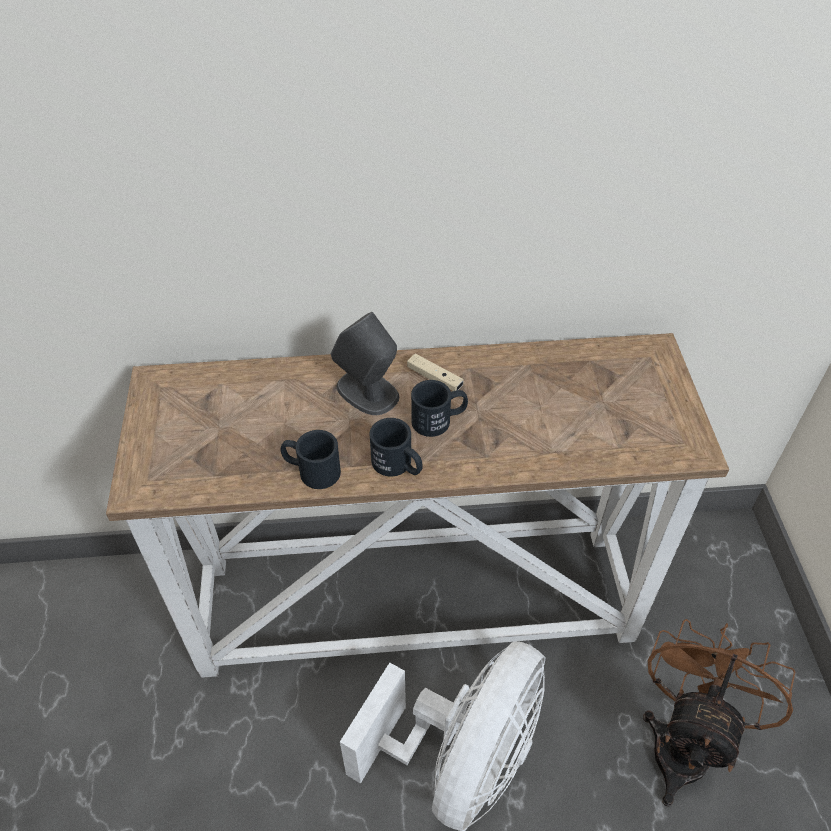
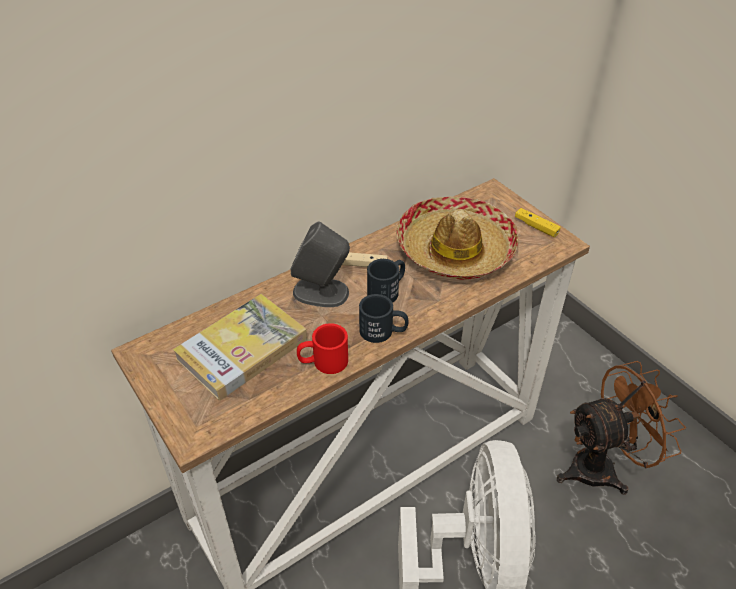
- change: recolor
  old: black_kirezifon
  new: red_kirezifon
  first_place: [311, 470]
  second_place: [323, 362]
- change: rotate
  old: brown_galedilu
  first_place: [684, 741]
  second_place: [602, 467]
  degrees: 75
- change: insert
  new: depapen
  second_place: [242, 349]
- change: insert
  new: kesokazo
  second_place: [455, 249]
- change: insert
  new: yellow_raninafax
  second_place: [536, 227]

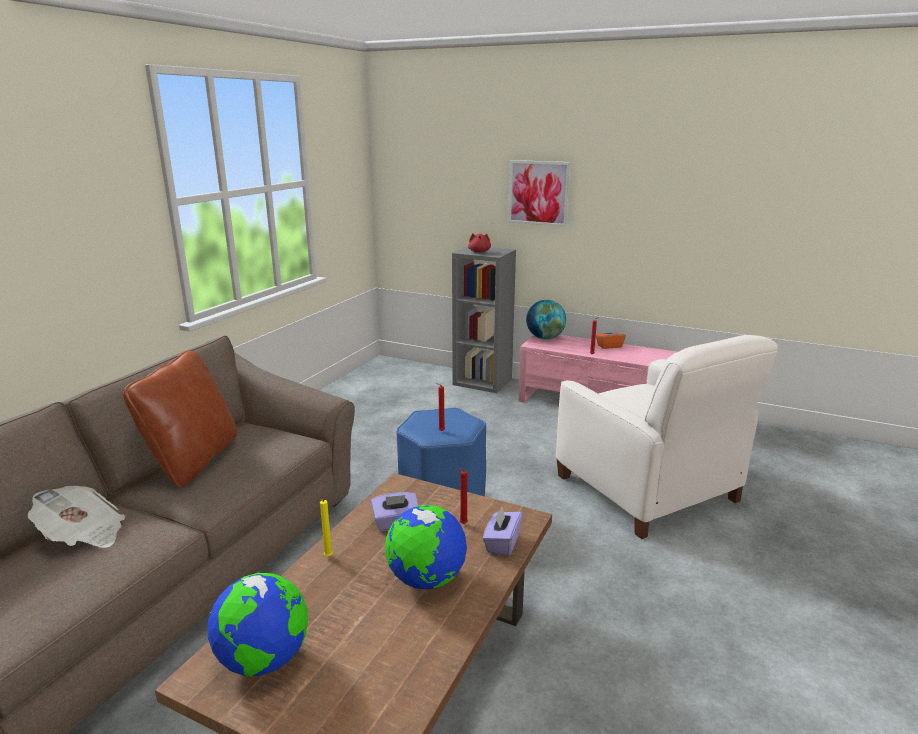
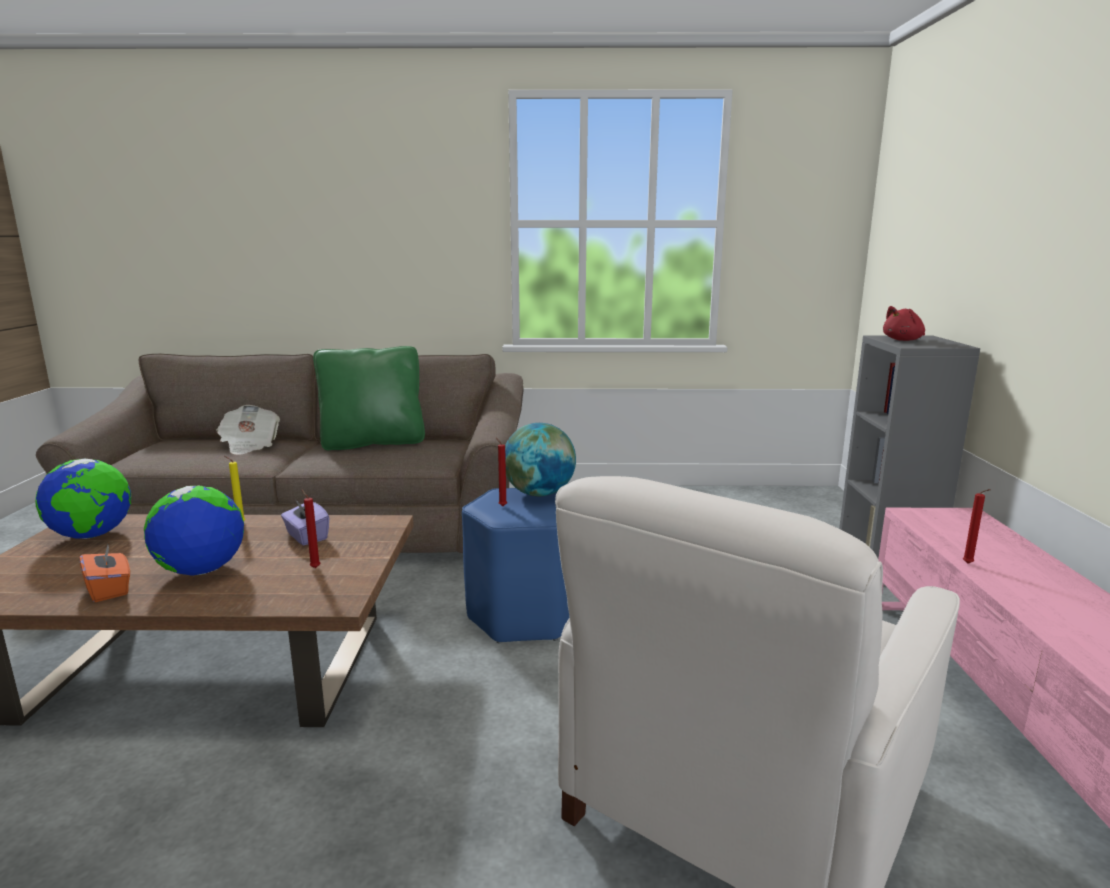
- change: recolor
  old: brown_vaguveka
  new: green_vaguveka
  first_place: [193, 461]
  second_place: [373, 443]
- change: delete
  old: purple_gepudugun
  first_place: [502, 543]
- change: delete
  old: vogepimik
  first_place: [538, 193]
- change: move
  old: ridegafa
  first_place: [545, 338]
  second_place: [539, 494]
- change: move
  old: orange_gepudugun
  first_place: [609, 346]
  second_place: [109, 589]

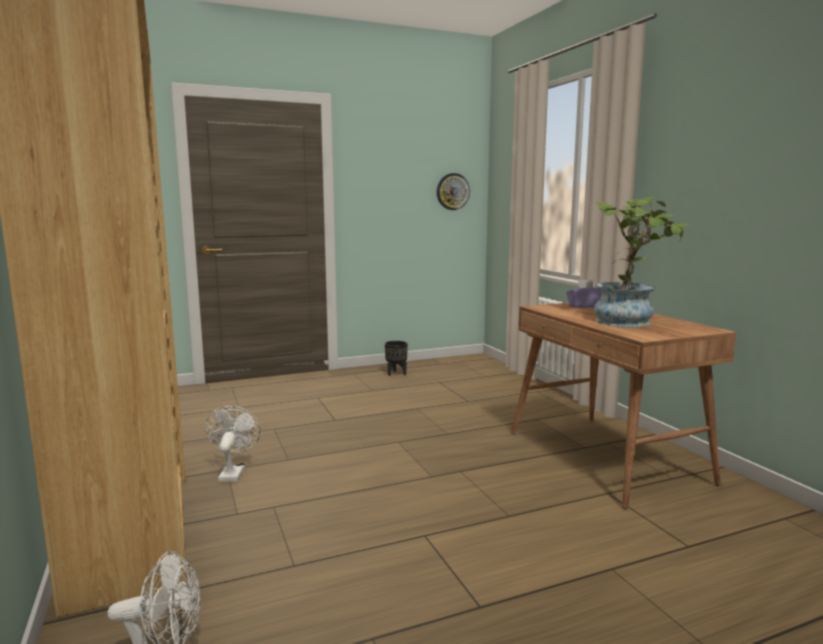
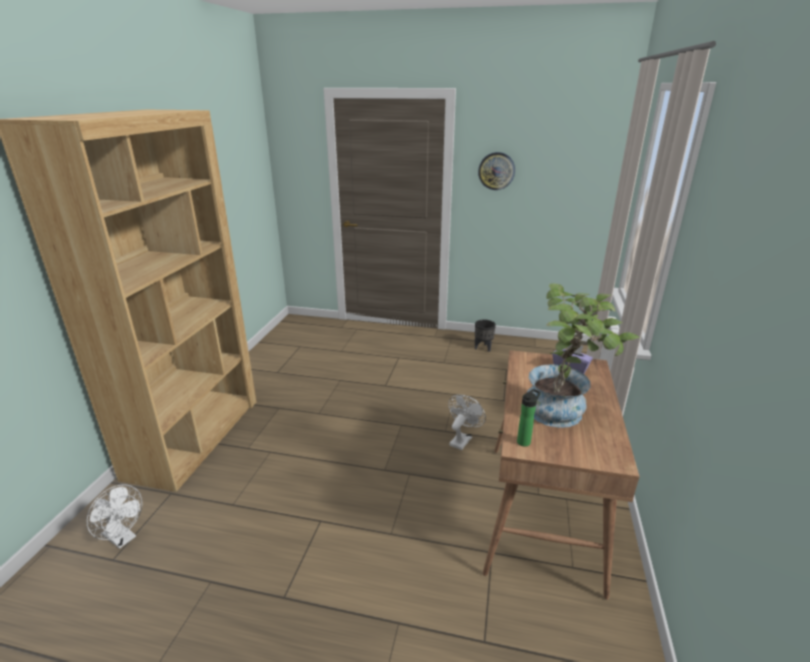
- change: move
  old: white_galedilu
  first_place: [233, 472]
  second_place: [462, 439]
- change: move
  old: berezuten
  first_place: [452, 191]
  second_place: [496, 171]
- change: insert
  new: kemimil
  second_place: [525, 441]

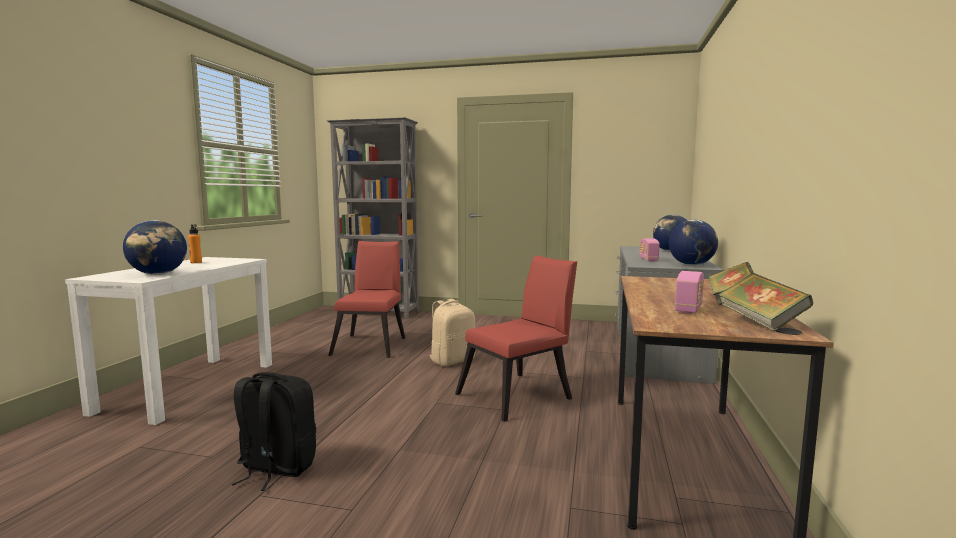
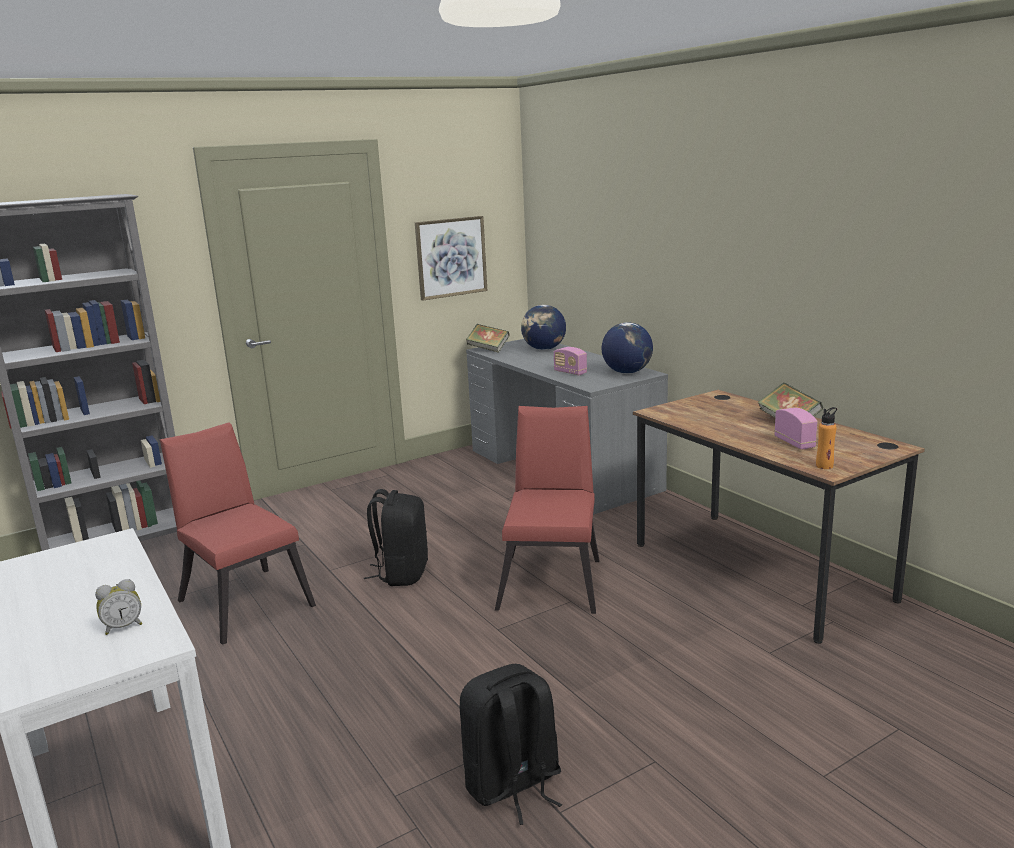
- change: replace
  old: ridegafa
  new: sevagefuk
  first_place: [158, 274]
  second_place: [123, 627]
- change: move
  old: orange_kemimil
  first_place: [196, 262]
  second_place: [824, 466]
- change: recolor
  old: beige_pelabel
  new: black_pelabel
  first_place: [452, 361]
  second_place: [402, 573]
- change: move
  old: depapen
  first_place: [761, 322]
  second_place: [488, 349]
- change: insert
  new: vogepimik
  second_place: [451, 257]

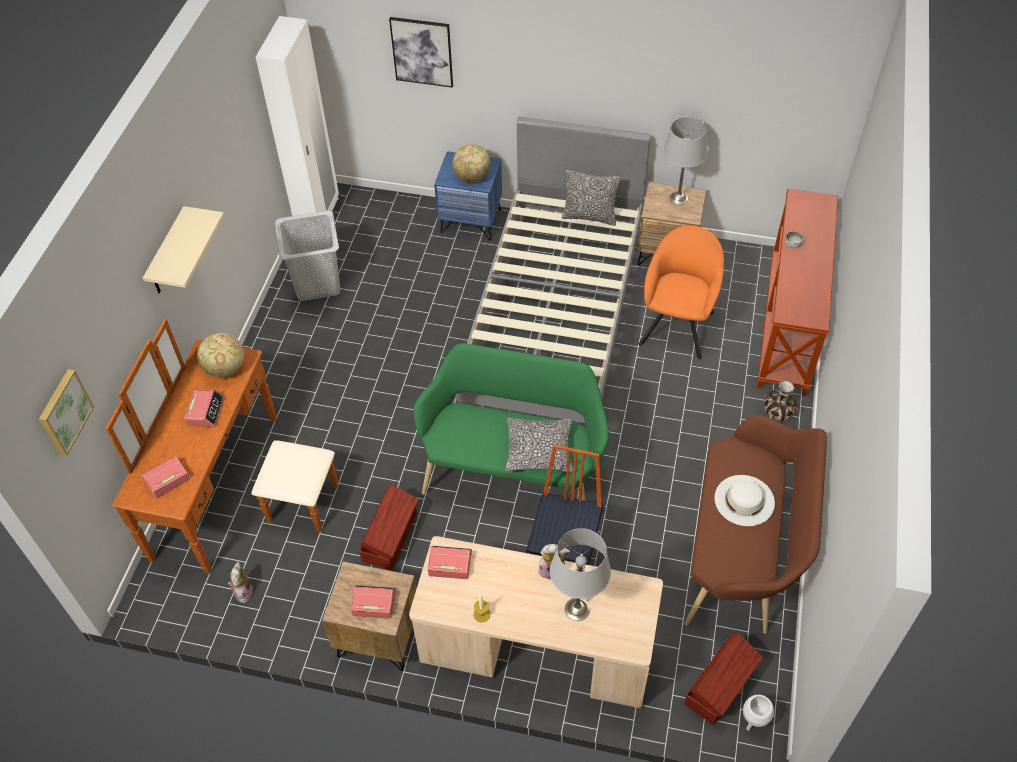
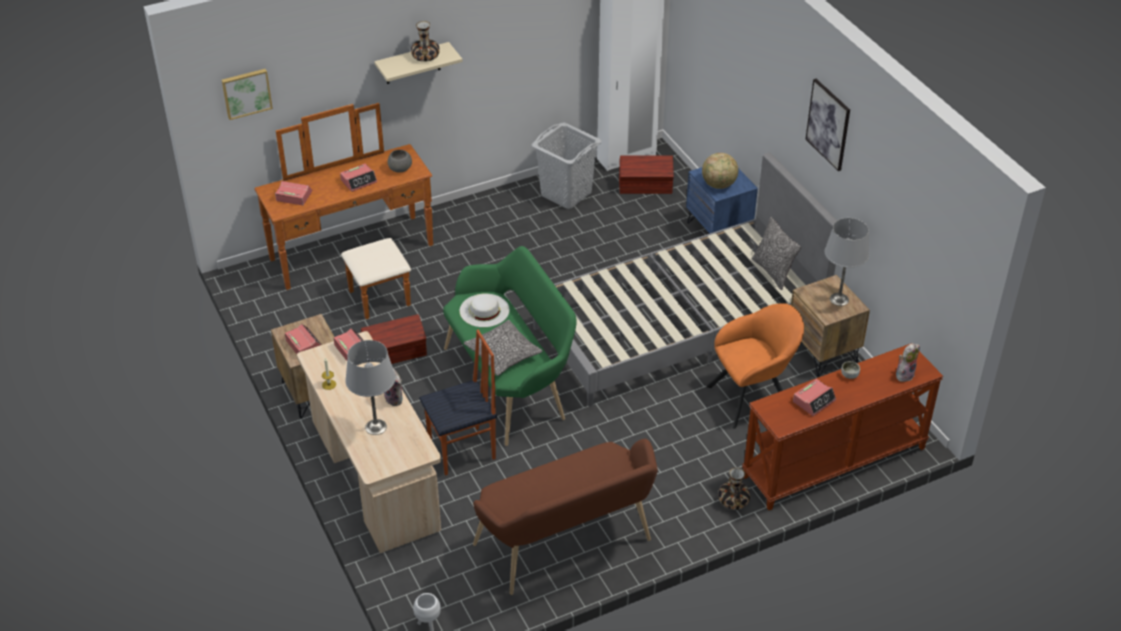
- change: replace
  old: ridegafa
  new: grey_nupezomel
  first_place: [225, 369]
  second_place: [400, 169]
- change: move
  old: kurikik
  first_place: [242, 591]
  second_place: [904, 374]
- change: move
  old: vogepimik
  first_place: [422, 51]
  second_place: [828, 124]
- change: move
  old: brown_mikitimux
  first_place: [720, 686]
  second_place: [646, 187]
- change: move
  old: white_kesokazo
  first_place: [744, 500]
  second_place: [484, 310]
- change: insert
  new: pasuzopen
  second_place: [425, 57]
- change: insert
  new: sevagefuk
  second_place: [814, 401]

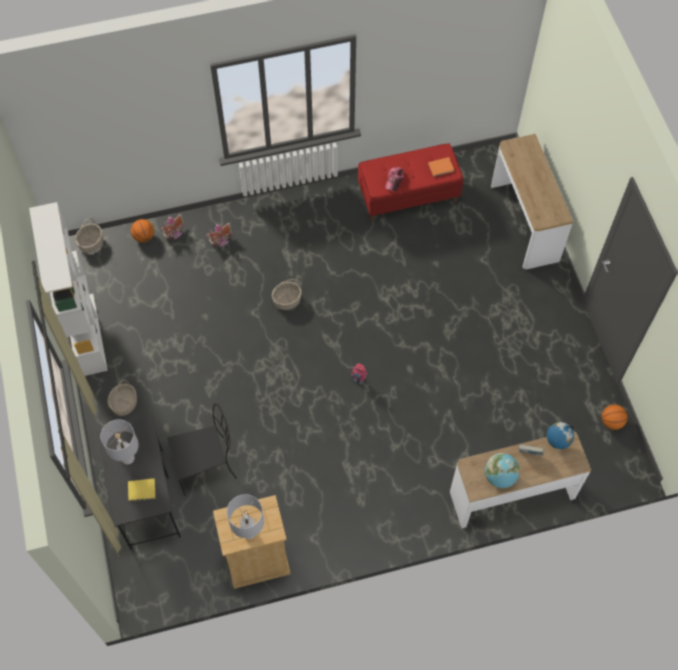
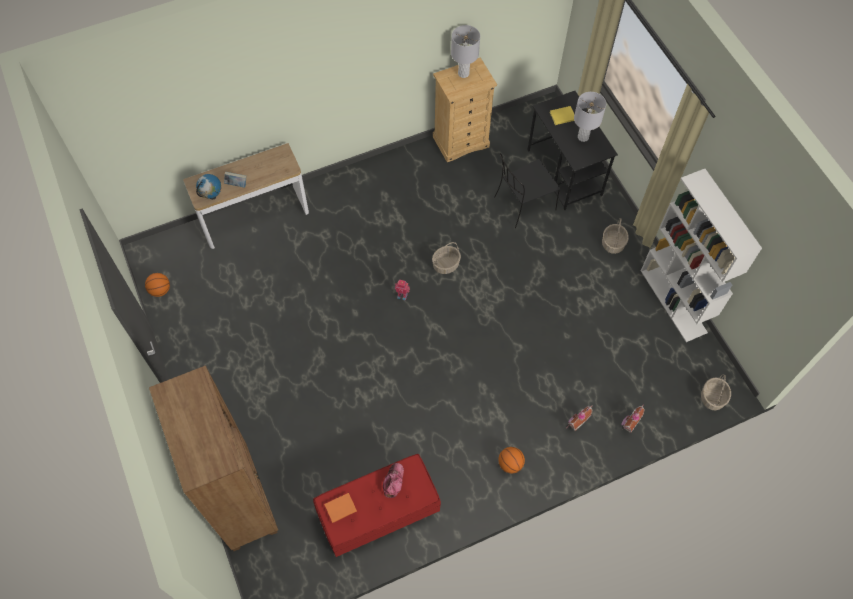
- change: move
  old: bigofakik
  first_place: [144, 237]
  second_place: [510, 464]
- change: move
  old: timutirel
  first_place: [287, 300]
  second_place: [446, 265]
- change: delete
  old: ridegafa
  first_place: [500, 477]
- change: replace
  old: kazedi
  new: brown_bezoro
  first_place: [524, 222]
  second_place: [241, 498]

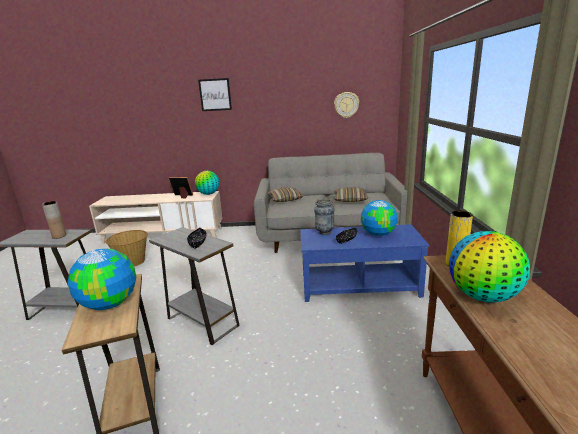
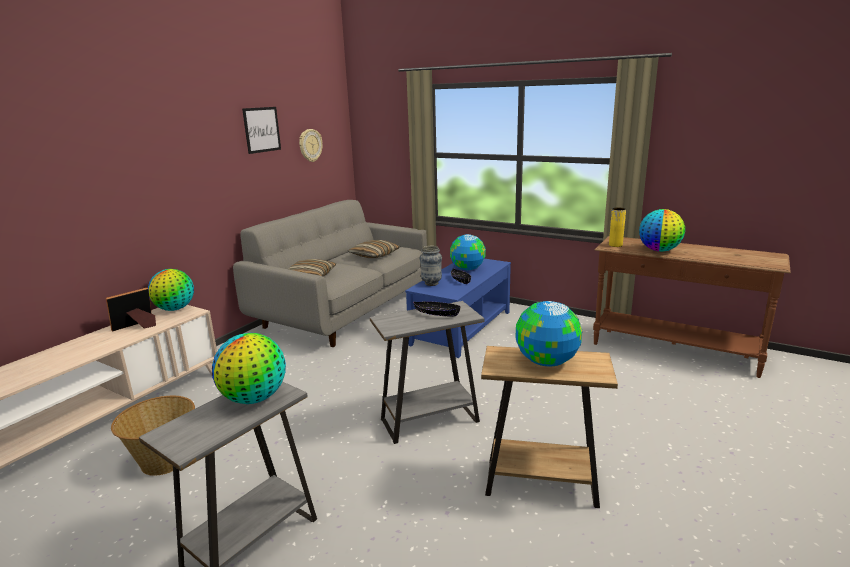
- change: replace
  old: brown_pasuzopen
  new: ridegafa
  first_place: [59, 236]
  second_place: [254, 398]
- change: move
  old: vogepimik
  first_place: [215, 94]
  second_place: [262, 129]

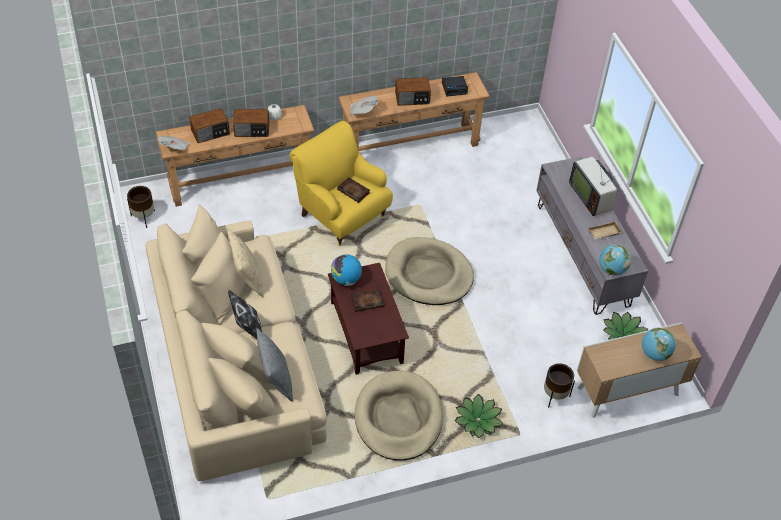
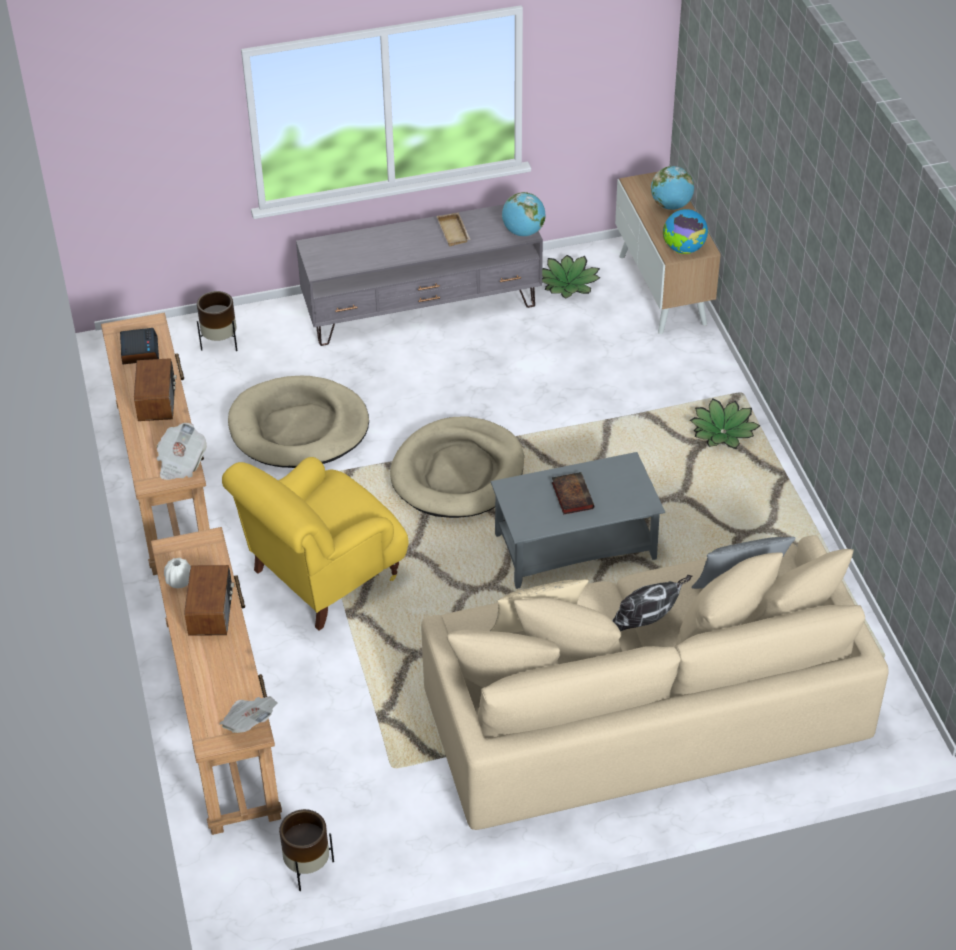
- change: delete
  old: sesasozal
  first_place: [210, 133]
- change: recolor
  old: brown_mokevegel
  new: grey_mokevegel
  first_place: [365, 332]
  second_place: [574, 547]
- change: move
  old: ridegafa
  first_place: [346, 279]
  second_place: [684, 249]
- change: delete
  old: depapen
  first_place: [354, 191]
- change: move
  old: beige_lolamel
  first_place: [398, 418]
  second_place: [299, 427]
- change: move
  old: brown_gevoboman
  first_place: [554, 396]
  second_place: [220, 343]
- change: delete
  old: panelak
  first_place: [591, 197]

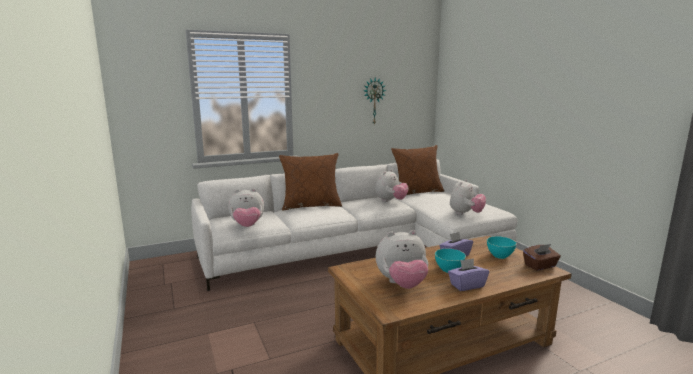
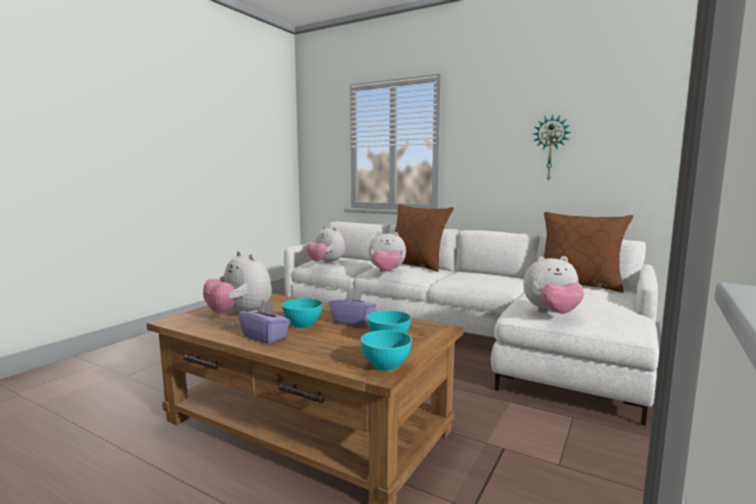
- change: move
  old: kurikik
  first_place: [390, 201]
  second_place: [387, 272]
- change: replace
  old: brown_gepudugun
  new: turquoise_nupezomel
  first_place: [540, 266]
  second_place: [386, 365]

